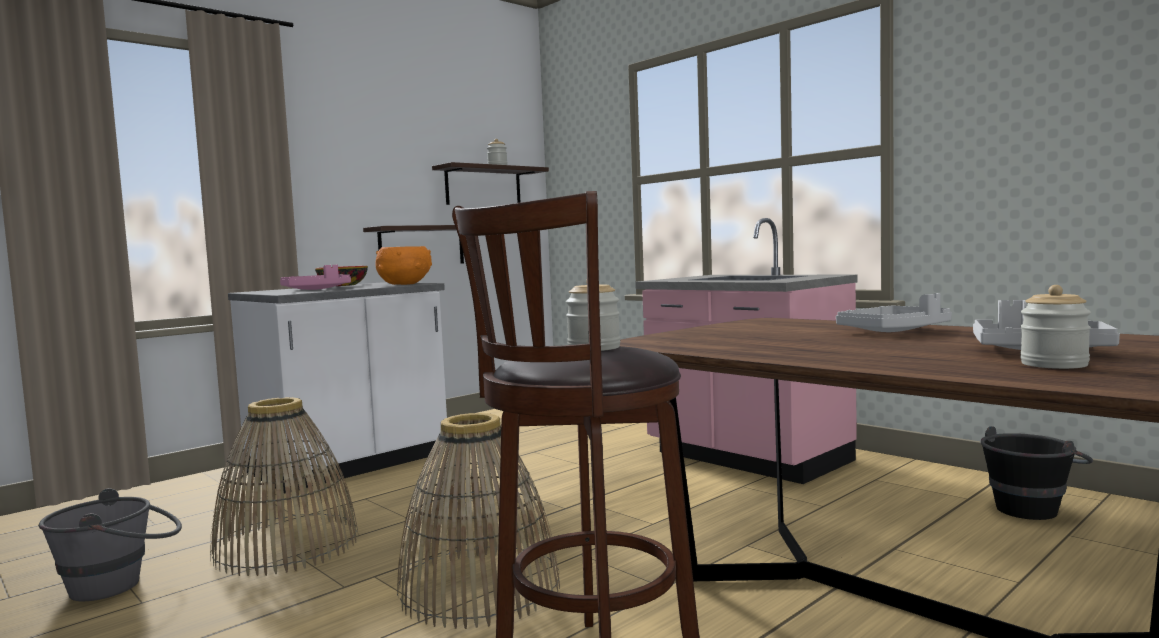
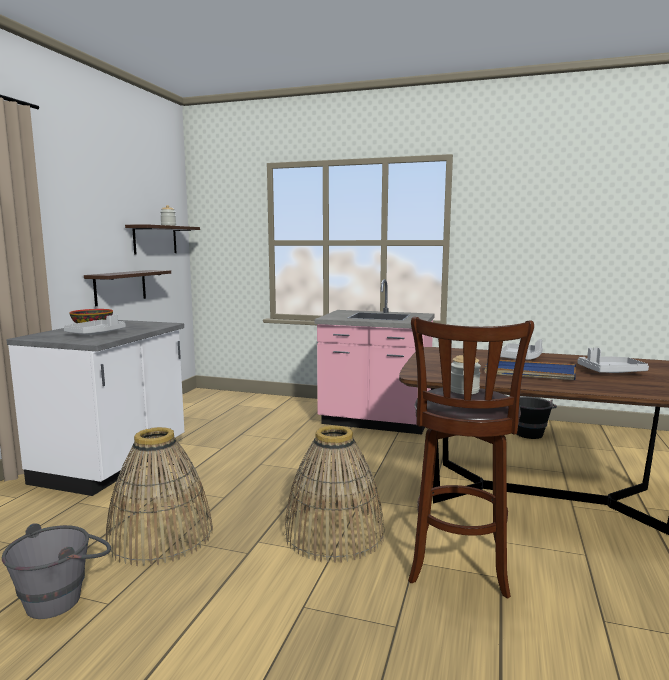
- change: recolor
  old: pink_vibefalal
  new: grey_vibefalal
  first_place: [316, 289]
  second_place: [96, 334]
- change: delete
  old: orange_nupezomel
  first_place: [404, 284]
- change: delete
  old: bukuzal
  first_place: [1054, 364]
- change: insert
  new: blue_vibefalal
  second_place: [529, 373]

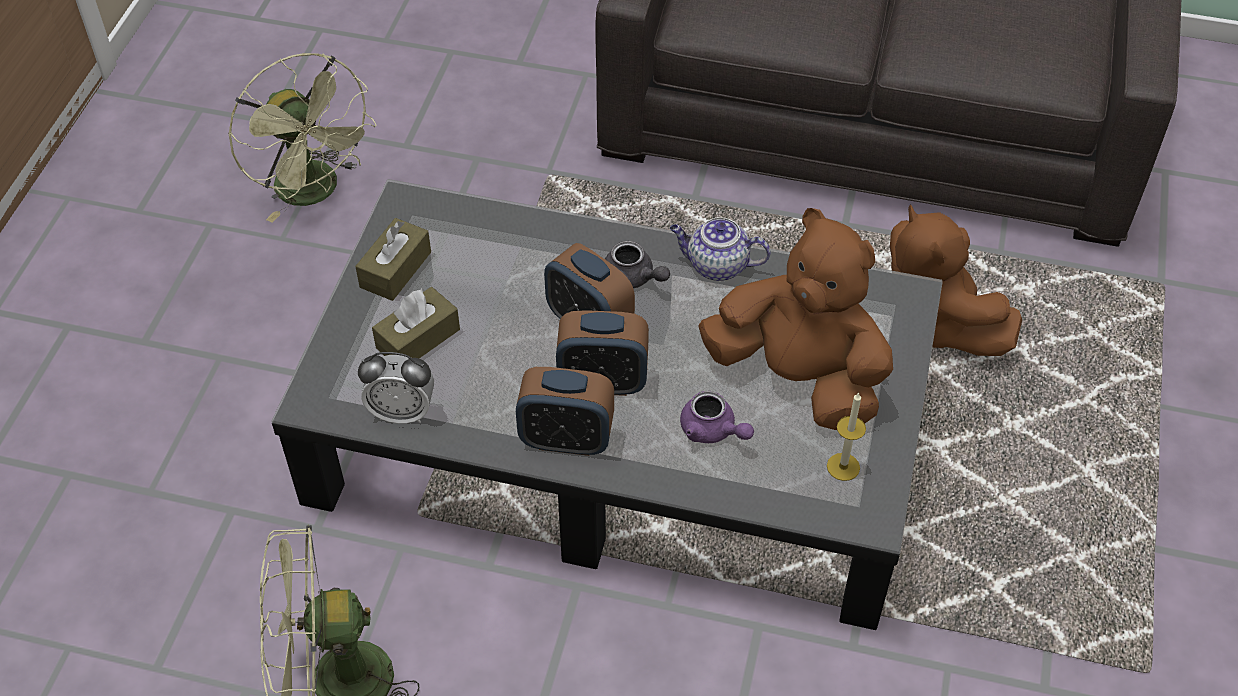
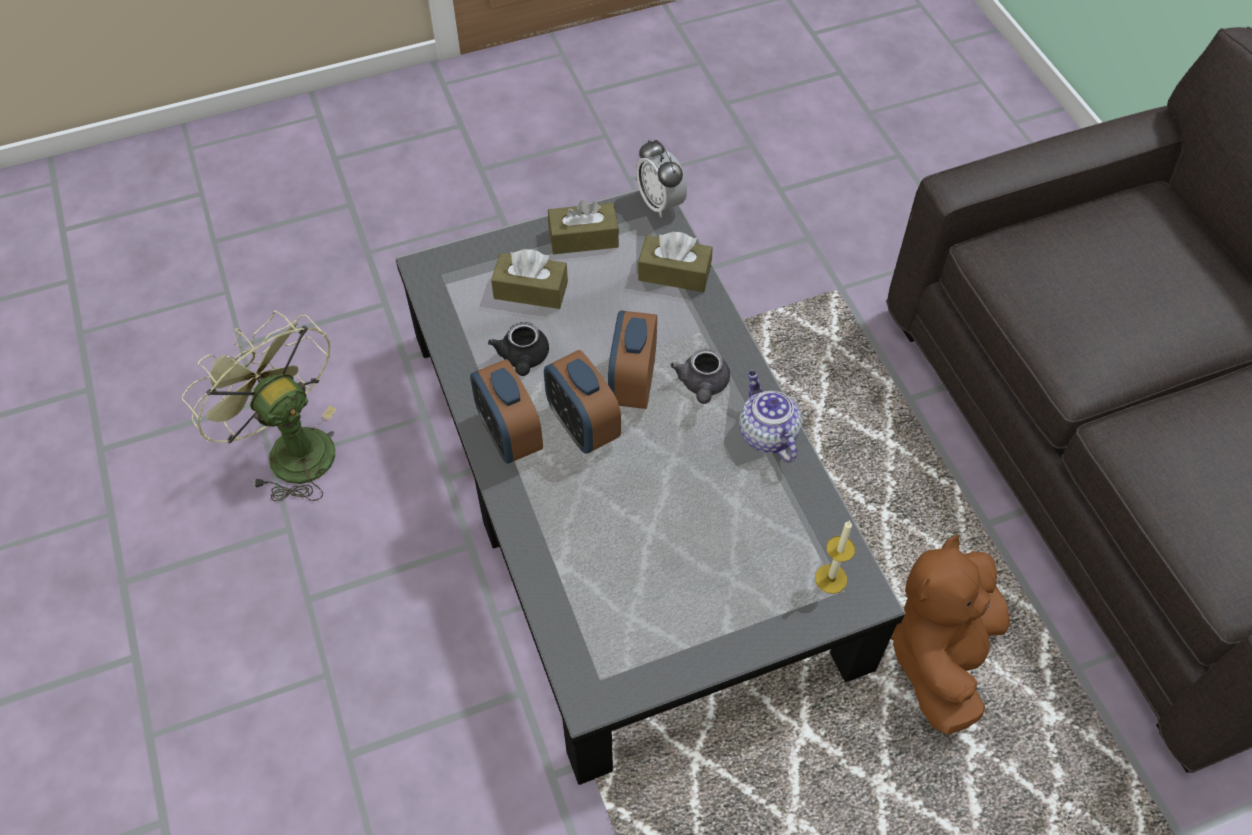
- change: delete
  old: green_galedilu
  first_place: [316, 192]
- change: move
  old: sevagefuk
  first_place: [402, 412]
  second_place: [660, 203]
- change: delete
  old: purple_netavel
  first_place: [712, 431]
- change: delete
  old: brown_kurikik
  first_place: [798, 377]
- change: move
  old: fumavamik
  first_place: [843, 467]
  second_place: [831, 578]
- change: insert
  new: black_netavel
  second_place: [523, 359]
- change: insert
  new: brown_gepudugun
  second_place: [674, 273]

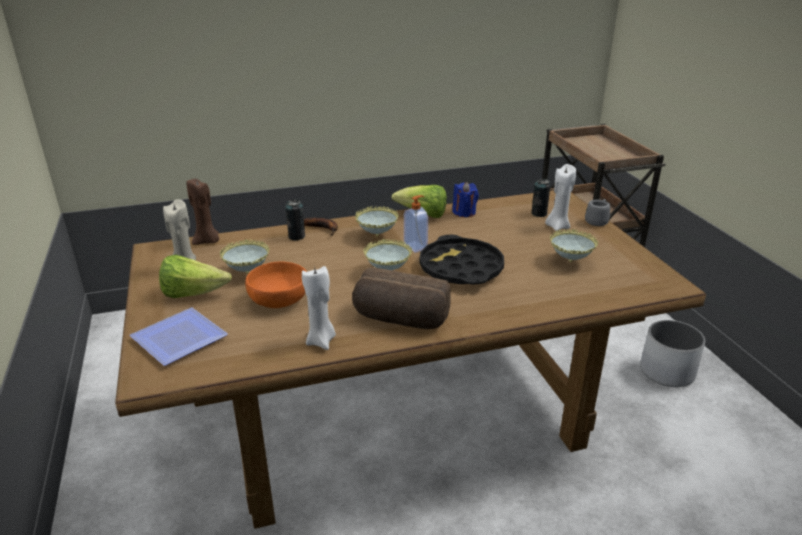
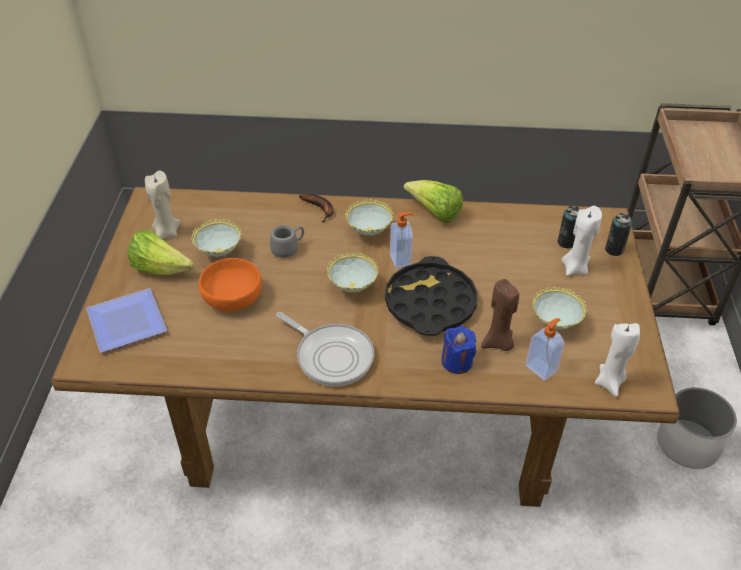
- change: move
  old: brown_fumavamik
  first_place: [207, 241]
  second_place: [498, 343]
- change: move
  old: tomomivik
  first_place: [296, 236]
  second_place: [614, 250]
- change: move
  old: white_fumavamik
  first_place: [321, 341]
  second_place: [610, 382]
- change: replace
  old: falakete
  new: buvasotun
  first_place: [400, 319]
  second_place: [331, 356]
- change: move
  old: blue_fumavamik
  first_place: [464, 212]
  second_place: [457, 362]
- change: move
  old: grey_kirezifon
  first_place: [597, 221]
  second_place: [288, 249]
- change: insert
  new: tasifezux
  second_place: [541, 368]

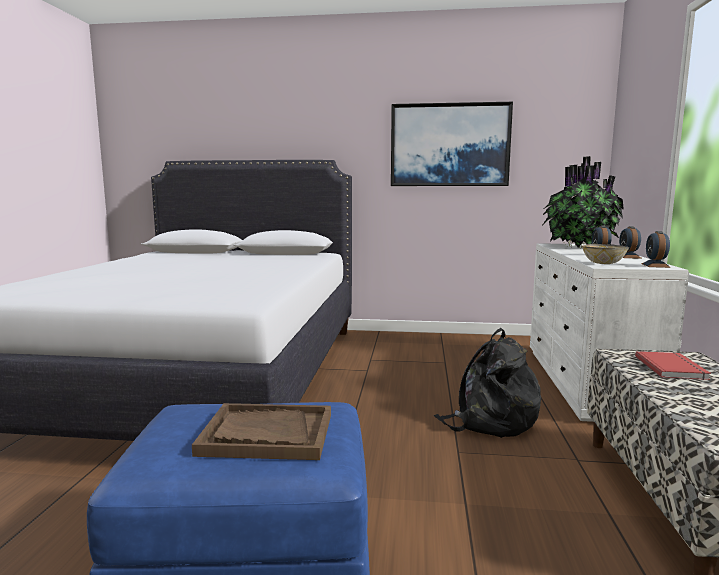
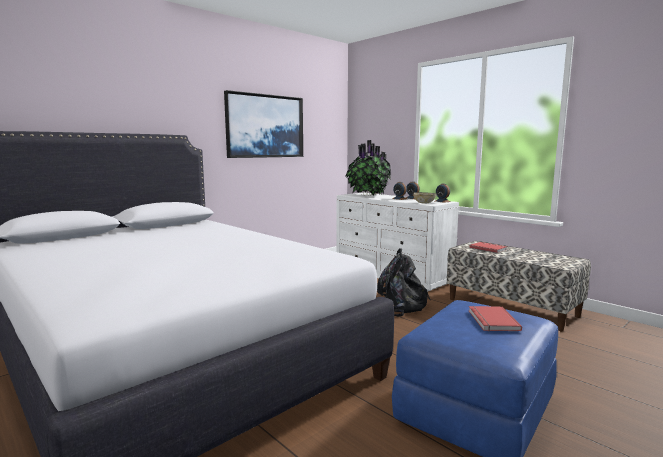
- change: replace
  old: brown_vibefalal
  new: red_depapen
  first_place: [266, 434]
  second_place: [491, 320]

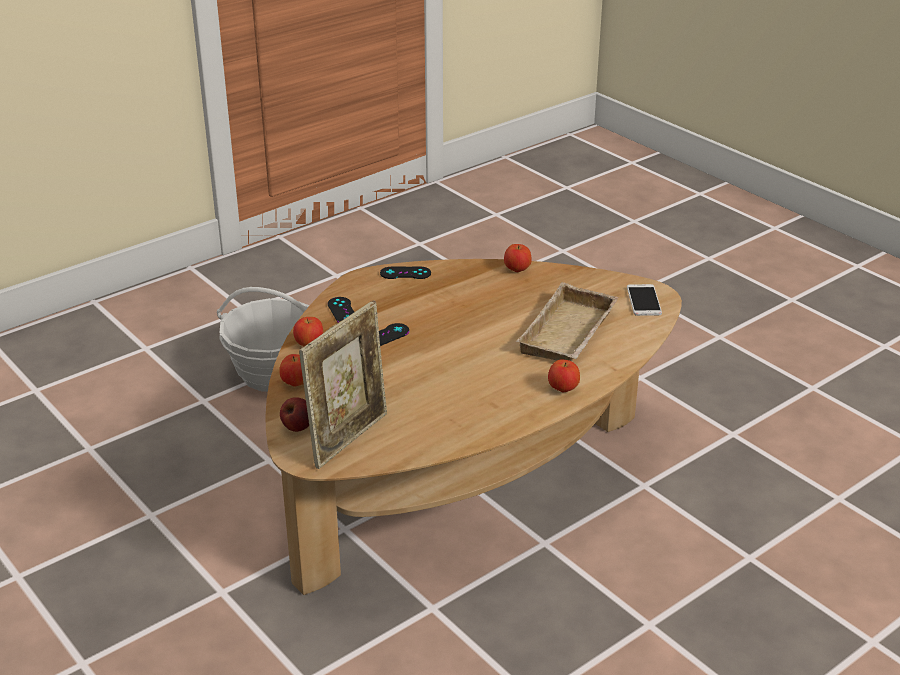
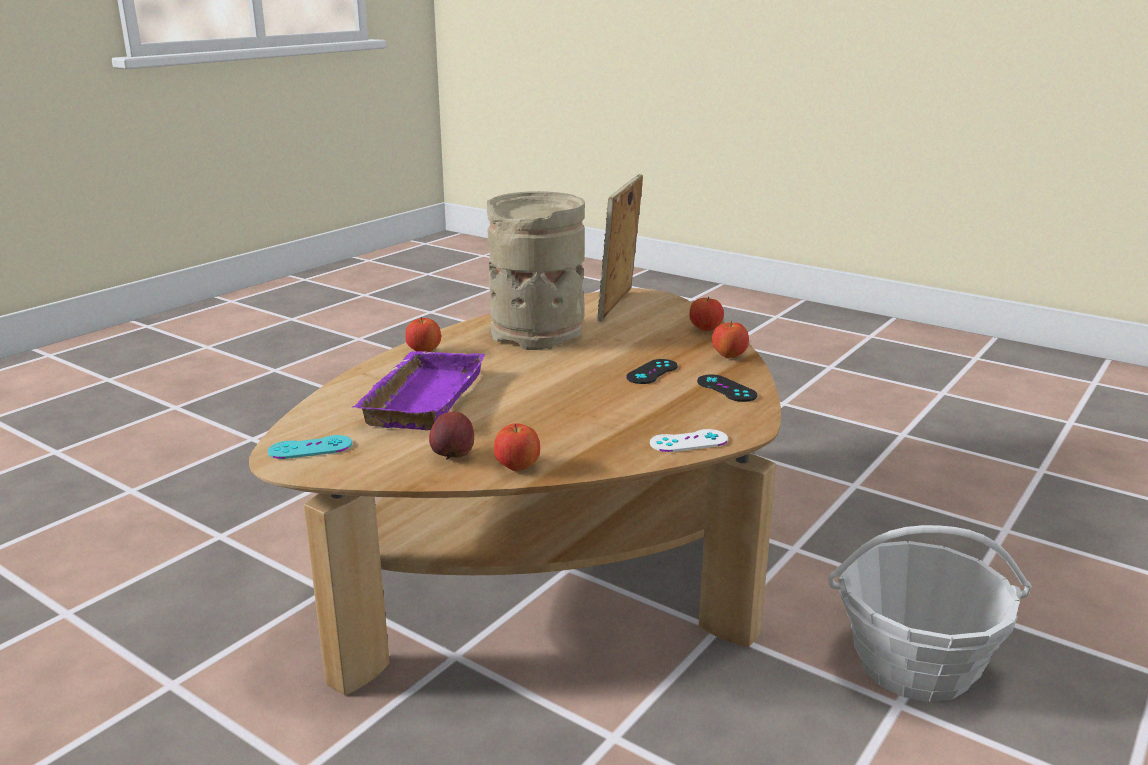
- change: move
  old: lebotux
  first_place: [297, 427]
  second_place: [453, 456]
- change: recolor
  old: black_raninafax
  new: white_raninafax
  first_place: [405, 273]
  second_place: [688, 441]
- change: recolor
  old: beige_vibefalal
  new: purple_vibefalal
  first_place: [570, 334]
  second_place: [420, 398]
- change: replace
  old: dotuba
  new: turquoise_raninafax
  first_place: [643, 300]
  second_place: [310, 448]
- change: insert
  new: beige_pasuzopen
  second_place: [539, 333]

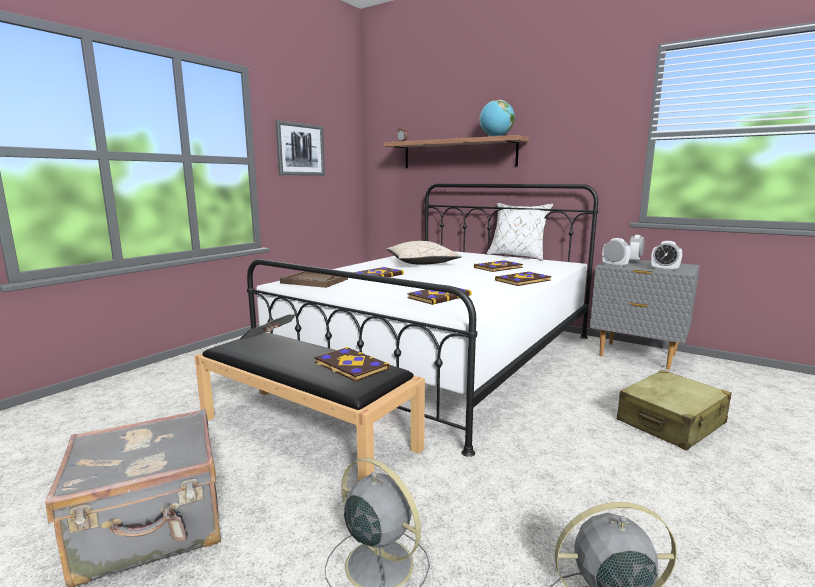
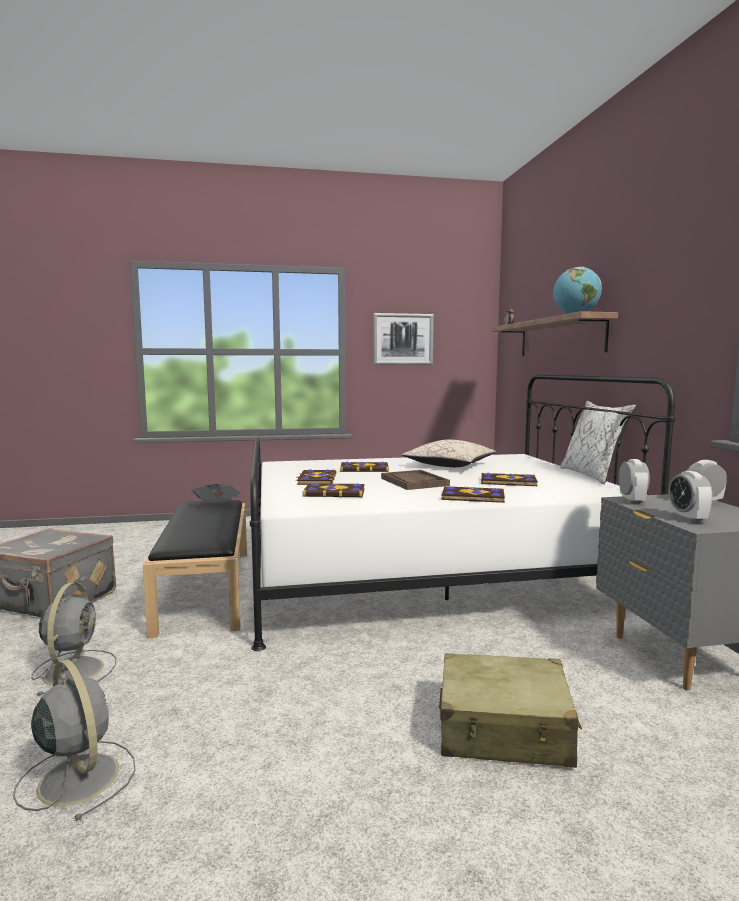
- change: move
  old: brown_vibefalal
  first_place: [314, 281]
  second_place: [414, 482]
- change: move
  old: depapen
  first_place: [350, 366]
  second_place: [316, 479]

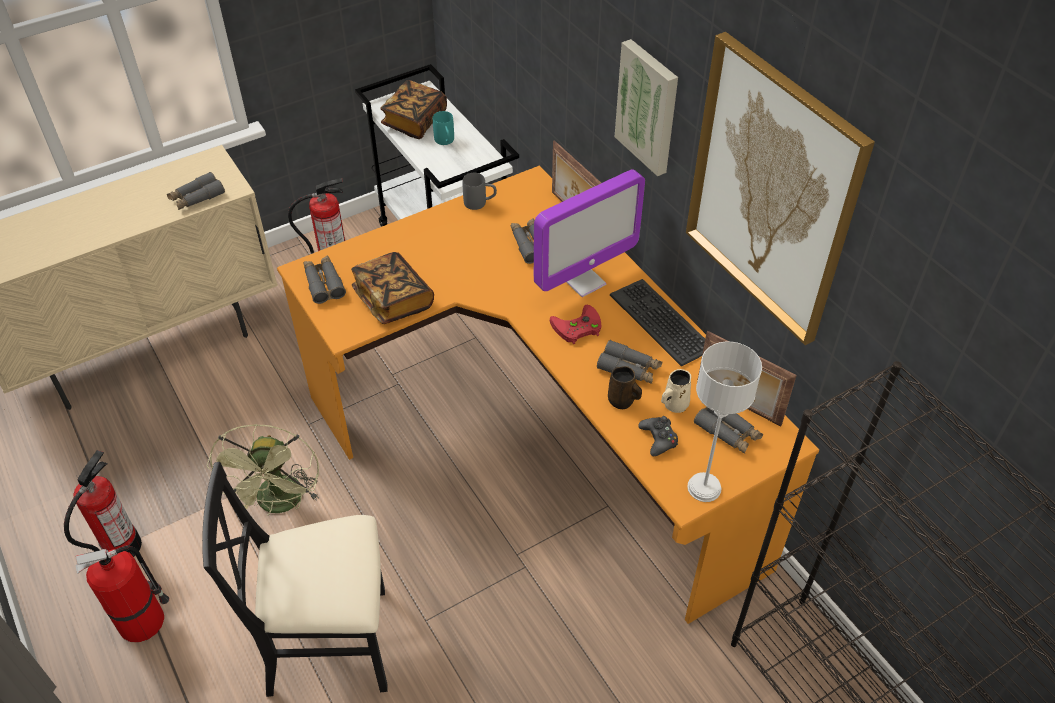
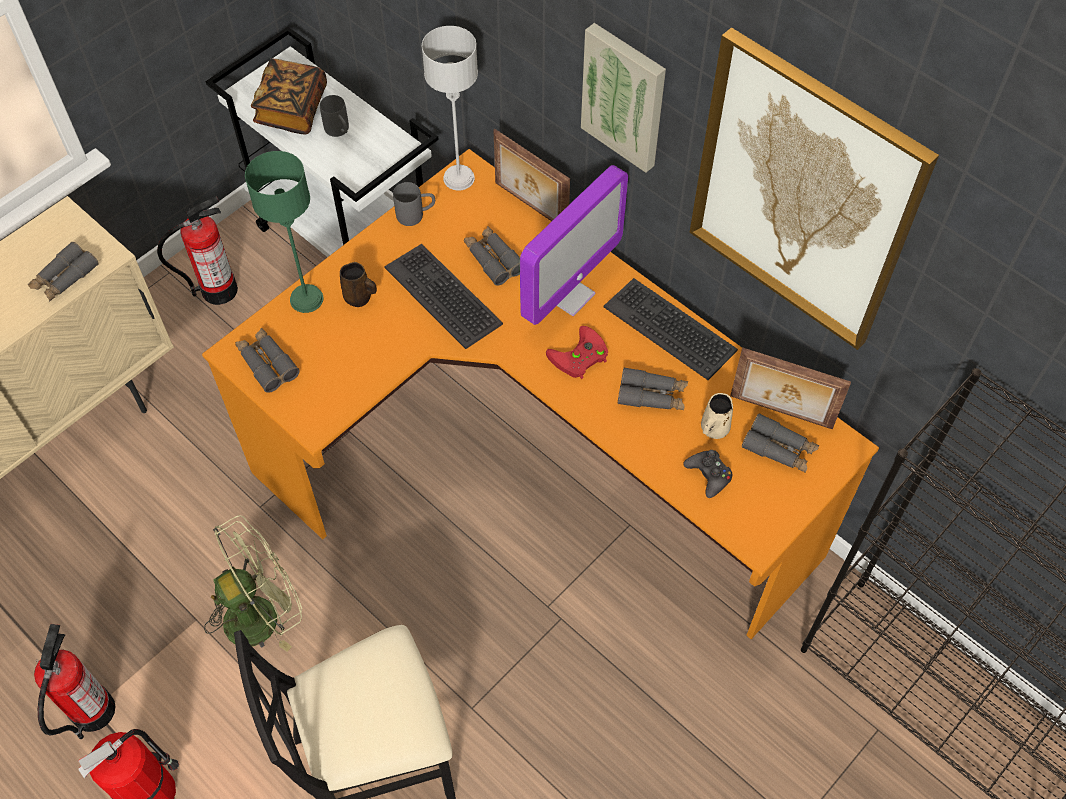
- change: rotate
  old: green_galedilu
  first_place: [280, 504]
  second_place: [261, 613]
  degrees: -105
- change: delete
  old: depapen
  first_place: [393, 300]
- change: recolor
  old: turquoise_kirezifon
  new: grey_kirezifon
  first_place: [445, 142]
  second_place: [339, 131]
- change: move
  old: brown_kirezifon
  first_place: [622, 401]
  second_place: [359, 298]
- change: move
  old: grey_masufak
  first_place: [704, 487]
  second_place: [459, 178]
- change: insert
  new: green_masufak
  second_place: [306, 298]
- change: insert
  new: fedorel
  second_place: [444, 295]

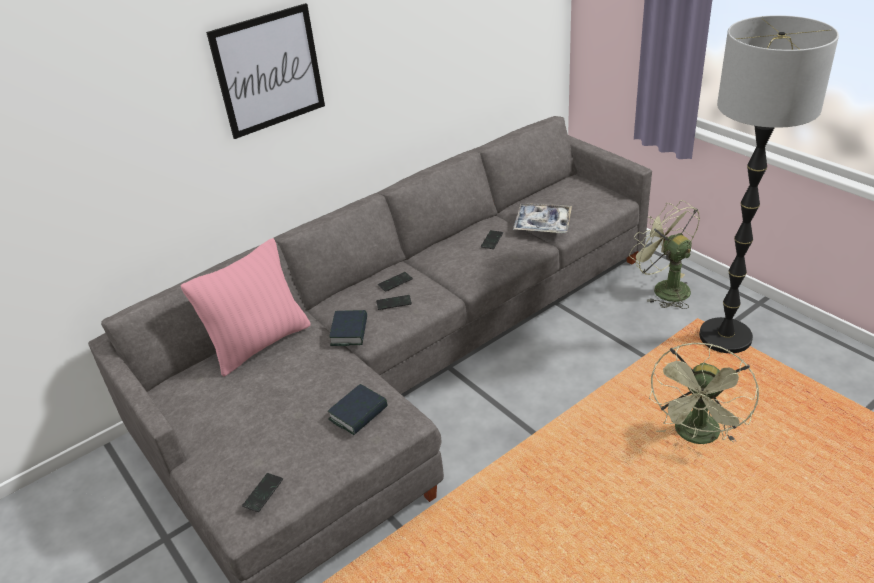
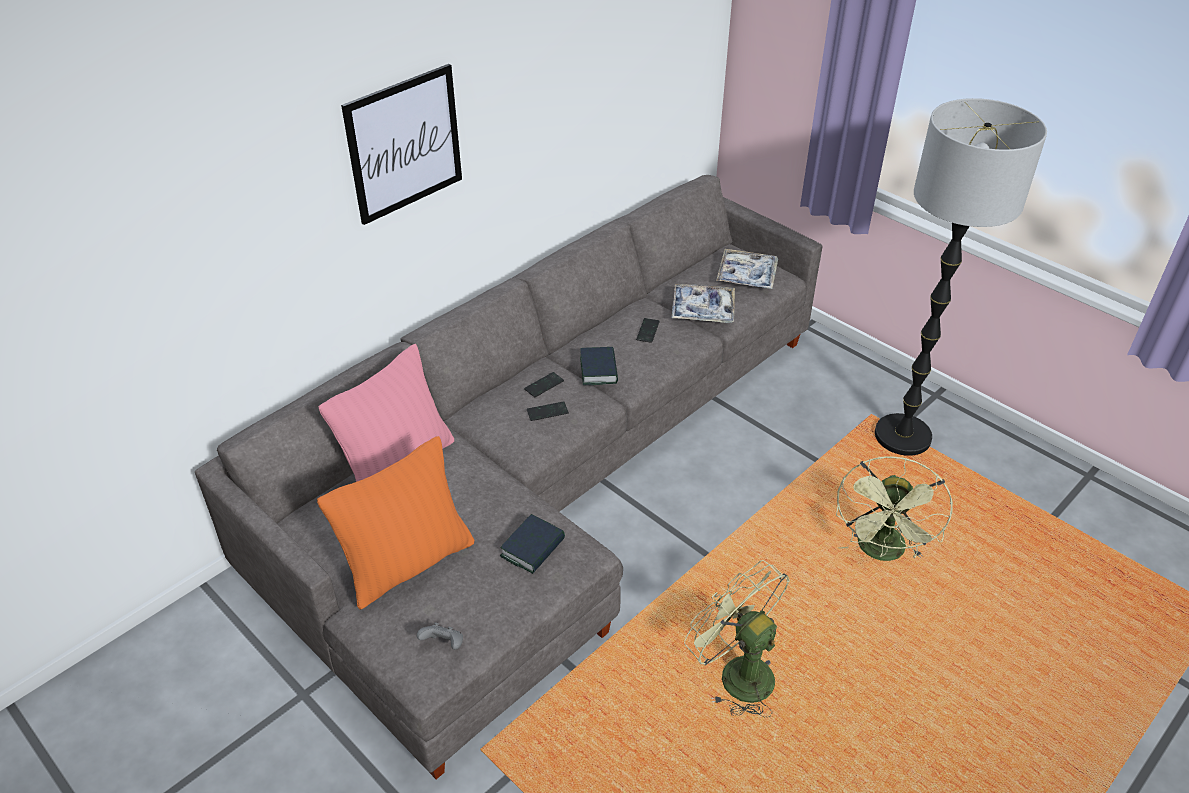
- change: replace
  old: dotuba
  new: grey_raninafax
  first_place: [263, 493]
  second_place: [444, 644]
- change: move
  old: depapen
  first_place: [349, 332]
  second_place: [598, 370]
- change: move
  old: green_galedilu
  first_place: [664, 288]
  second_place: [736, 672]
- change: insert
  new: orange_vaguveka
  second_place: [408, 564]
- change: insert
  new: vibefalal
  second_place: [746, 275]

